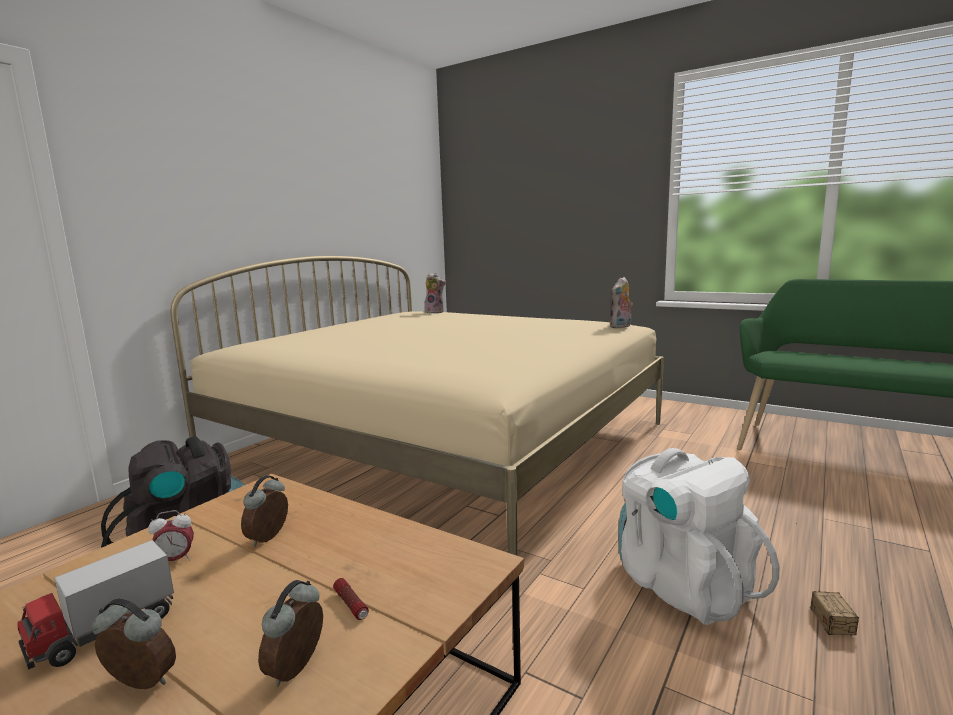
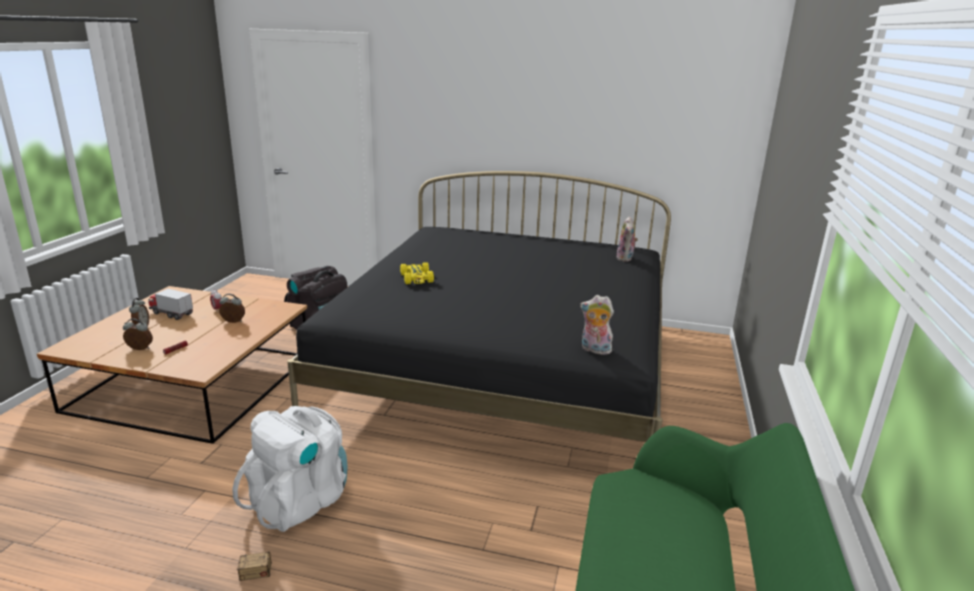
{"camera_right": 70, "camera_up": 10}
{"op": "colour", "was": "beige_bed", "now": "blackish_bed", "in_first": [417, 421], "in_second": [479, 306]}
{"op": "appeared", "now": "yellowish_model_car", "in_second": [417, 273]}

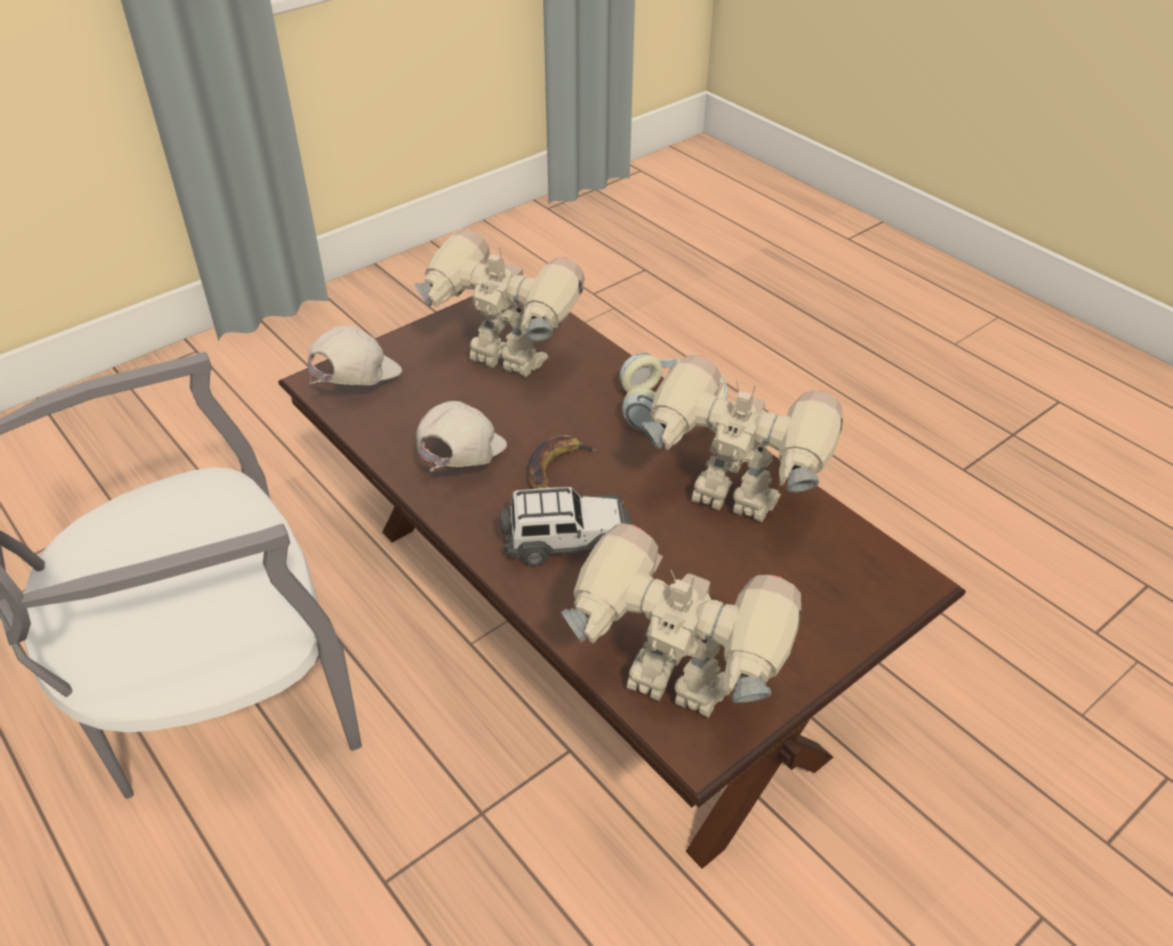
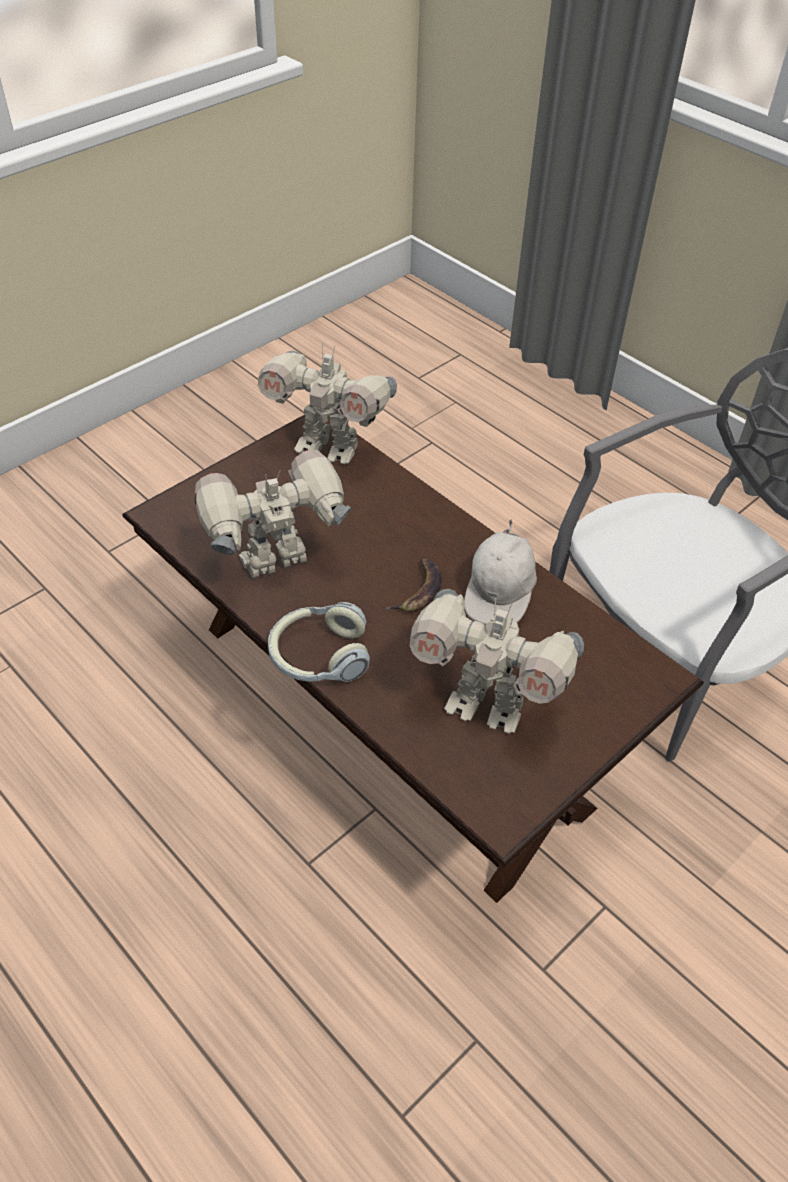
{"camera_right": 175, "camera_up": 5}
{"op": "missing", "was": "whitish_peaked_cap", "in_first": [355, 355]}
{"op": "missing", "was": "model_car", "in_first": [565, 527]}
{"op": "spun", "was": "toy_robot", "in_first": [742, 438], "in_second": [273, 514], "clockwise": 135}

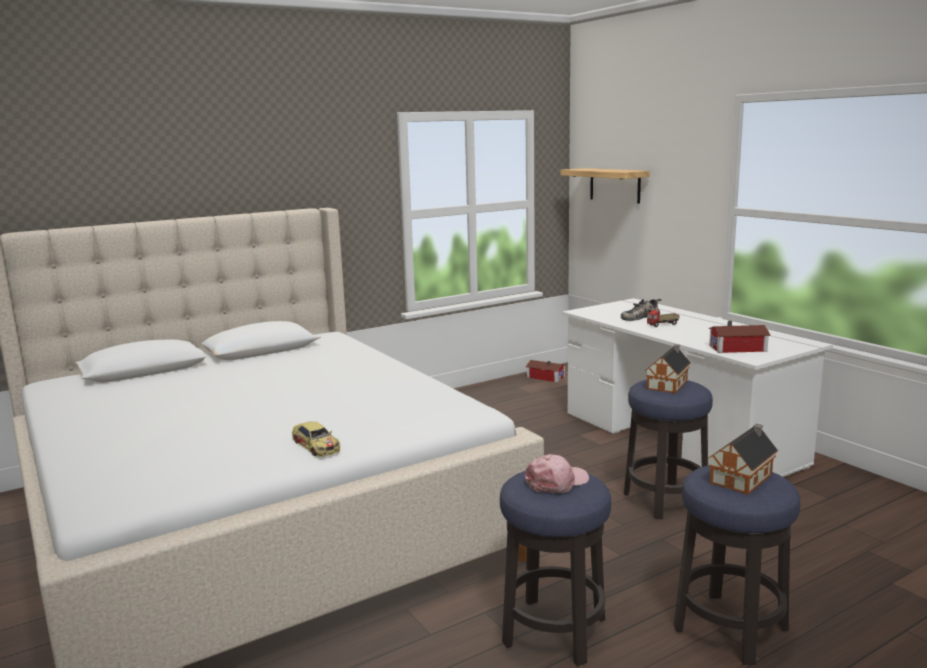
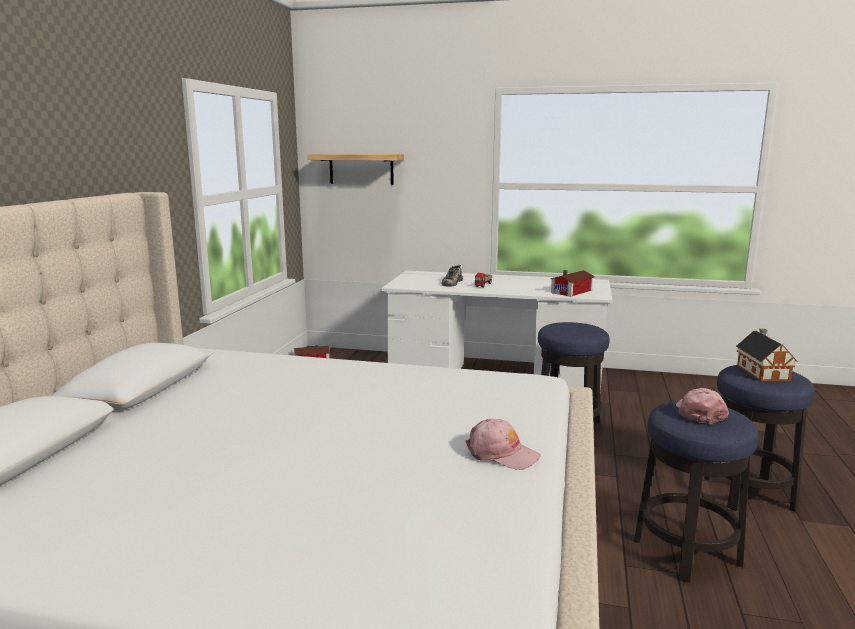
{"camera_right": -45, "camera_up": 0}
{"op": "exchanged", "was": "model_car", "now": "pink-coloured_peaked_cap", "in_first": [316, 439], "in_second": [503, 444]}
{"op": "missing", "was": "miniature_house", "in_first": [668, 368]}

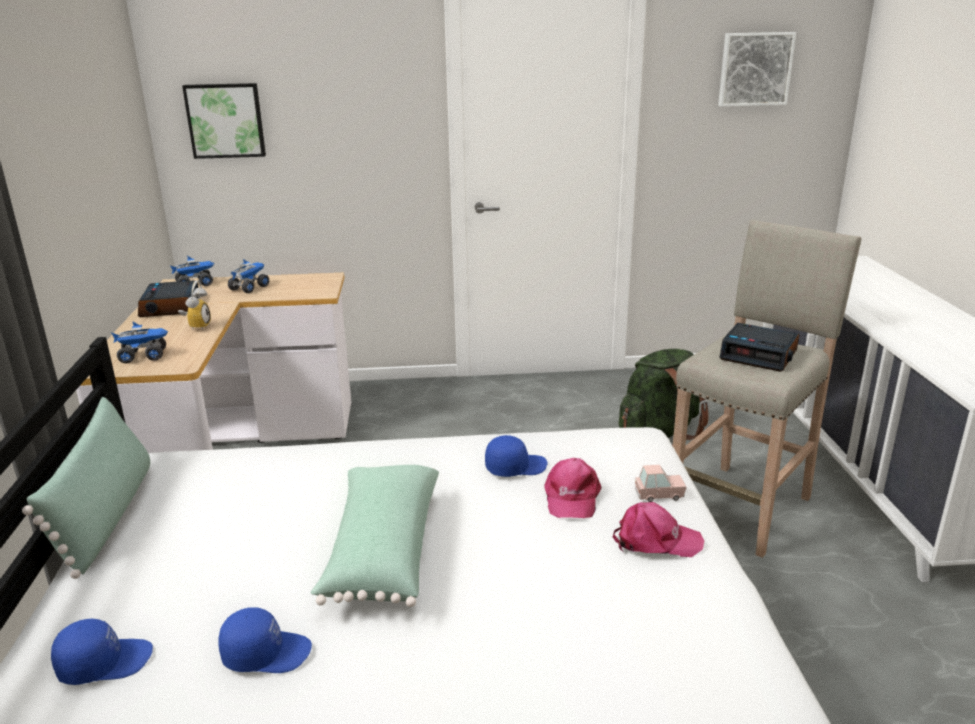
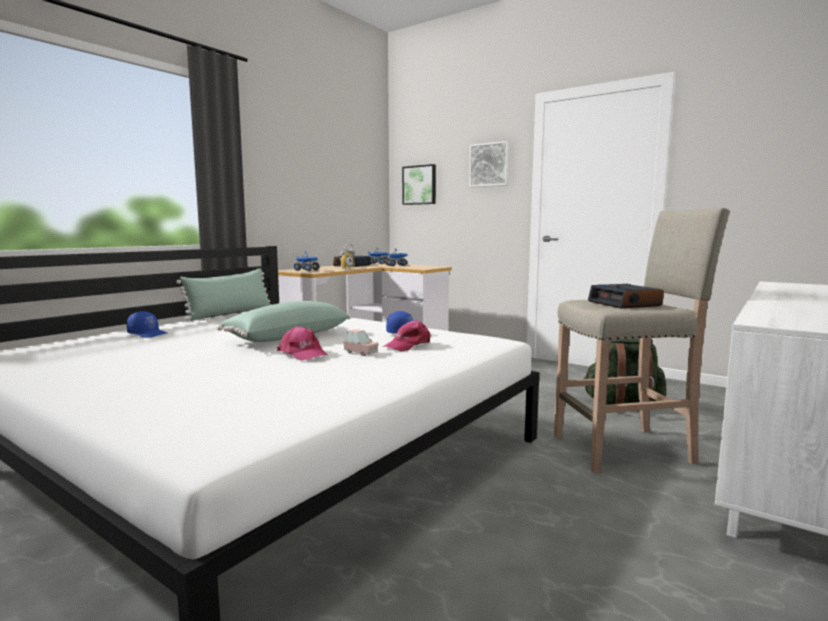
{"camera_right": 40, "camera_up": -15}
{"op": "missing", "was": "blue_peaked_cap", "in_first": [265, 640]}
{"op": "relocated", "was": "pink-coloured_peaked_cap", "in_first": [658, 529], "in_second": [302, 343]}
{"op": "relocated", "was": "pink-coloured_model_car", "in_first": [661, 483], "in_second": [361, 342]}
{"op": "relocated", "was": "picture", "in_first": [757, 69], "in_second": [489, 164]}

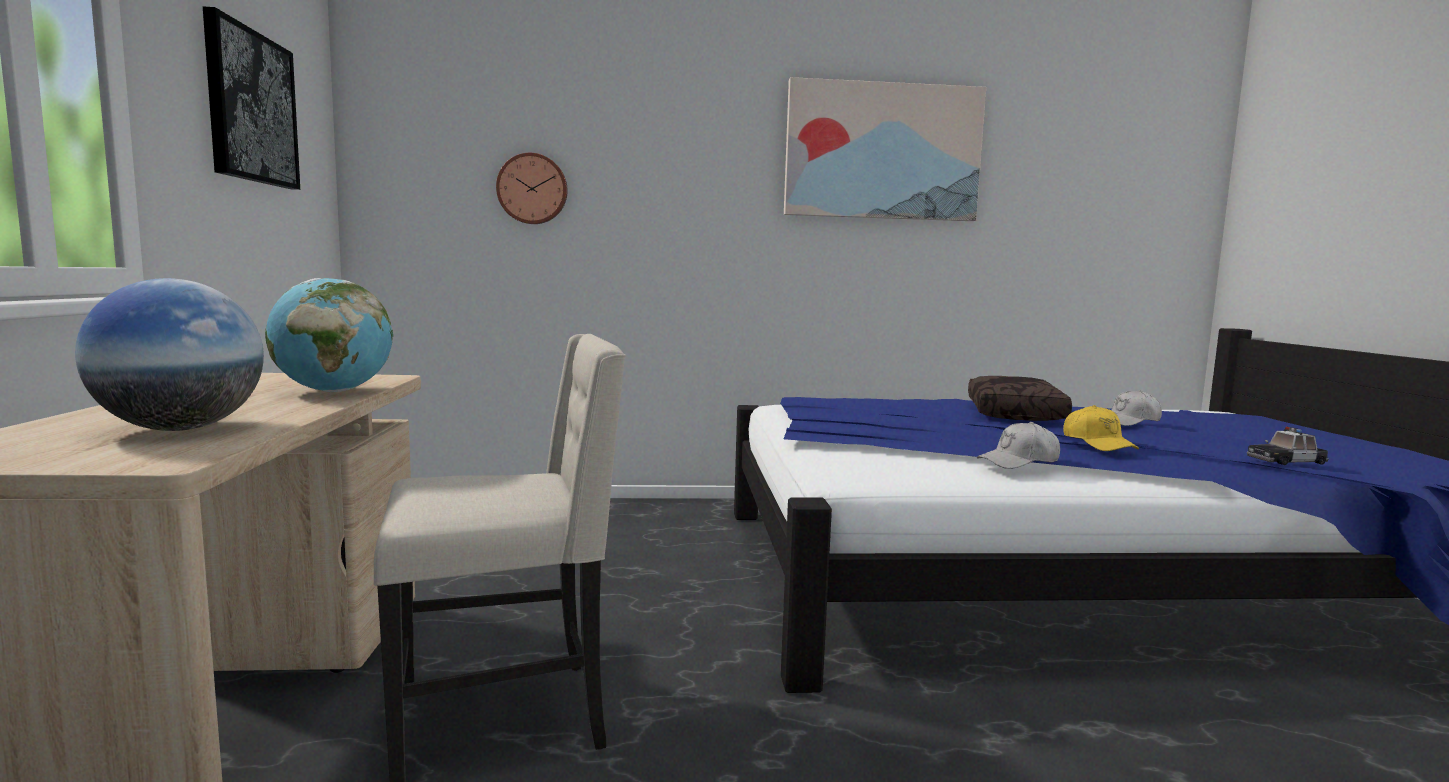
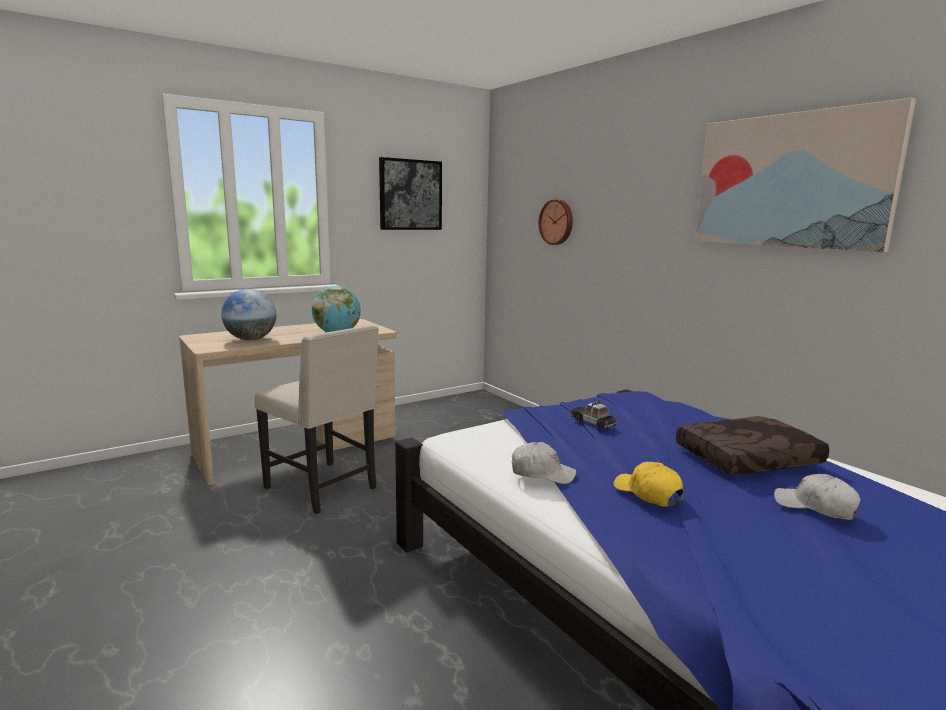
{"camera_right": 60, "camera_up": 5}
{"op": "spun", "was": "whitish_peaked_cap", "in_first": [1018, 445], "in_second": [544, 463], "clockwise": 150}
{"op": "spun", "was": "yellowish_peaked_cap", "in_first": [1101, 428], "in_second": [649, 484], "clockwise": 105}
{"op": "relocated", "was": "model_car", "in_first": [1288, 446], "in_second": [594, 415]}

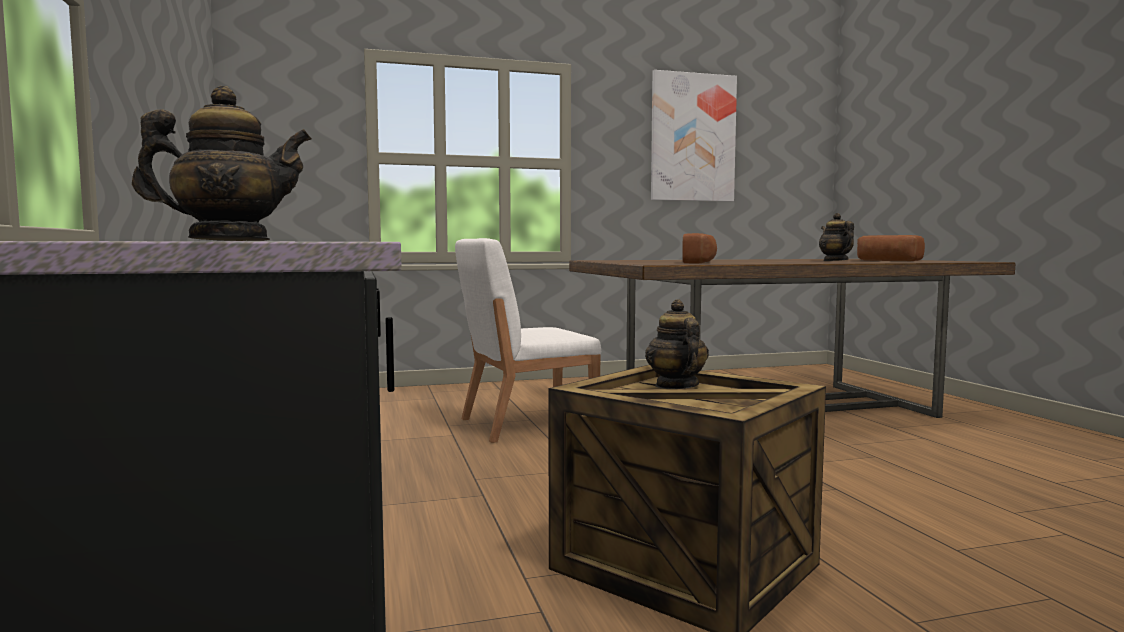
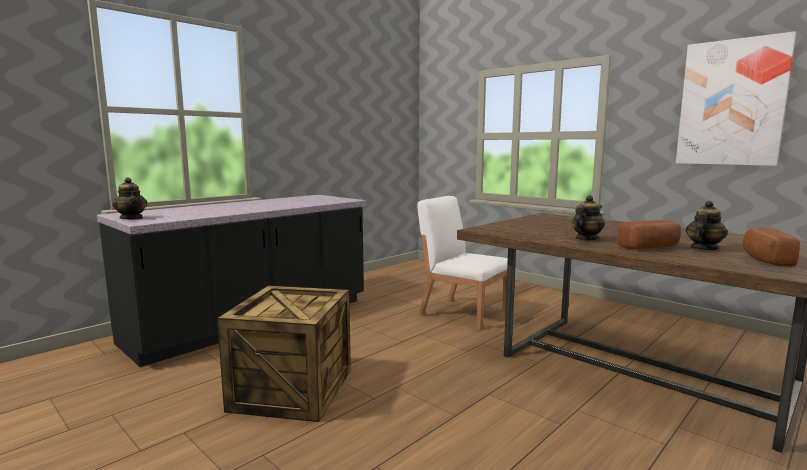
{"camera_right": 60, "camera_up": 5}
{"op": "relocated", "was": "tea_pot", "in_first": [677, 344], "in_second": [588, 217]}
{"op": "relocated", "was": "baked_bread", "in_first": [699, 248], "in_second": [649, 234]}

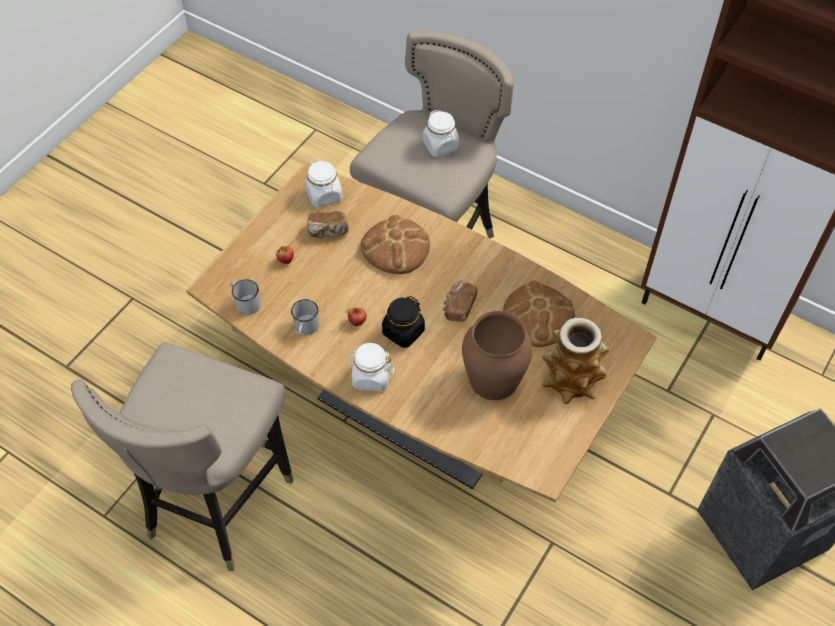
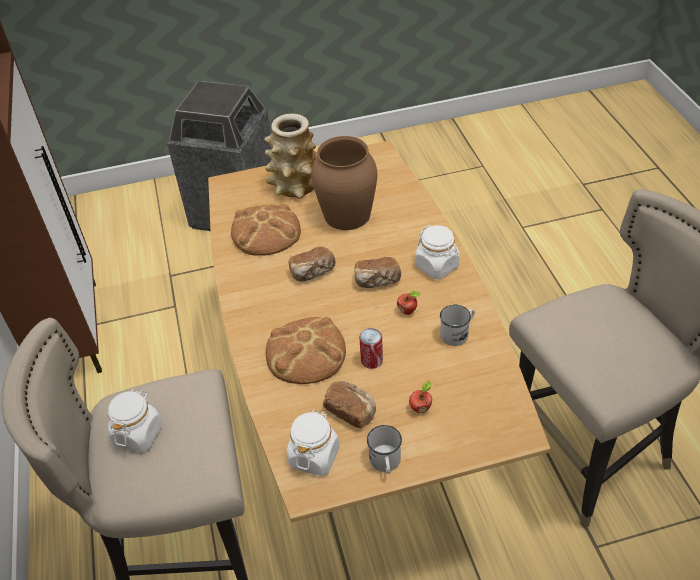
{"camera_right": -135, "camera_up": -10}
{"op": "relocated", "was": "whitish_mug", "in_first": [246, 297], "in_second": [384, 449]}
{"op": "exchanged", "was": "blackish_jar", "now": "baked_bread", "in_first": [403, 322], "in_second": [378, 272]}
{"op": "appeared", "now": "metal_can", "in_second": [371, 348]}

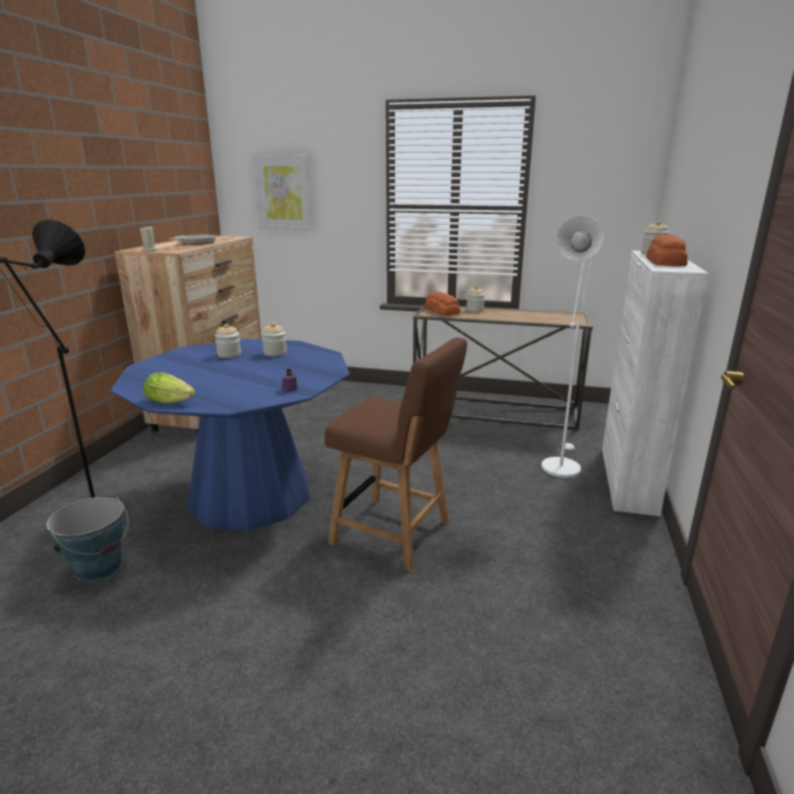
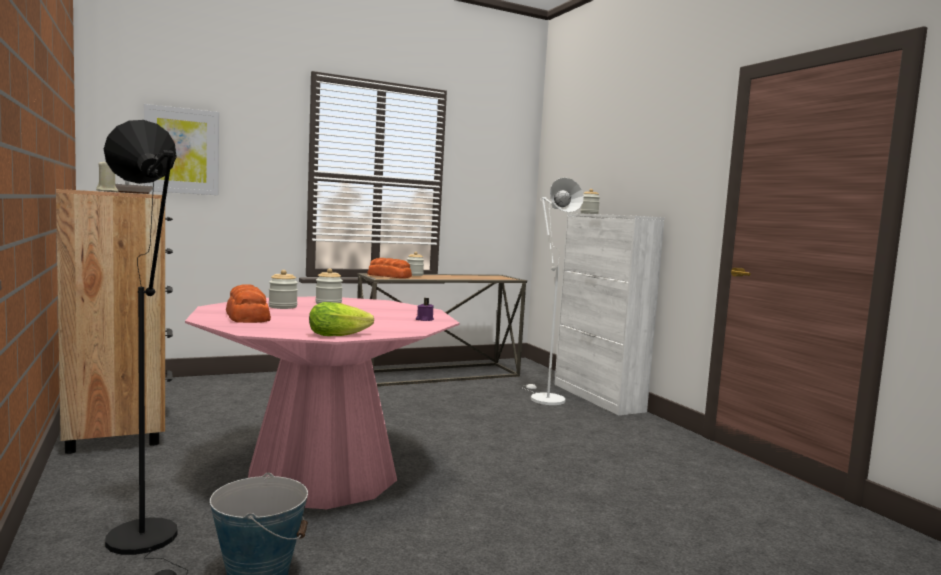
{"camera_right": -40, "camera_up": -15}
{"op": "colour", "was": "blue_dinner_table", "now": "pink-coloured_dinner_table", "in_first": [230, 435], "in_second": [322, 402]}
{"op": "missing", "was": "brown_upright_chair", "in_first": [396, 455]}
{"op": "relocated", "was": "baked_bread", "in_first": [667, 250], "in_second": [248, 303]}

